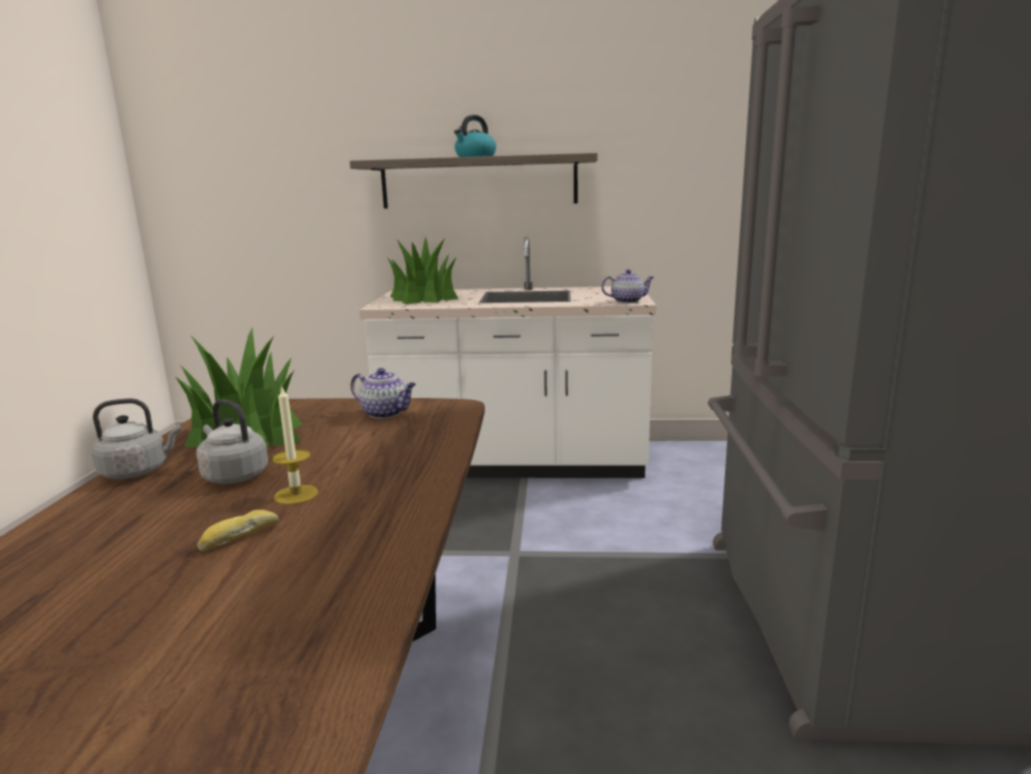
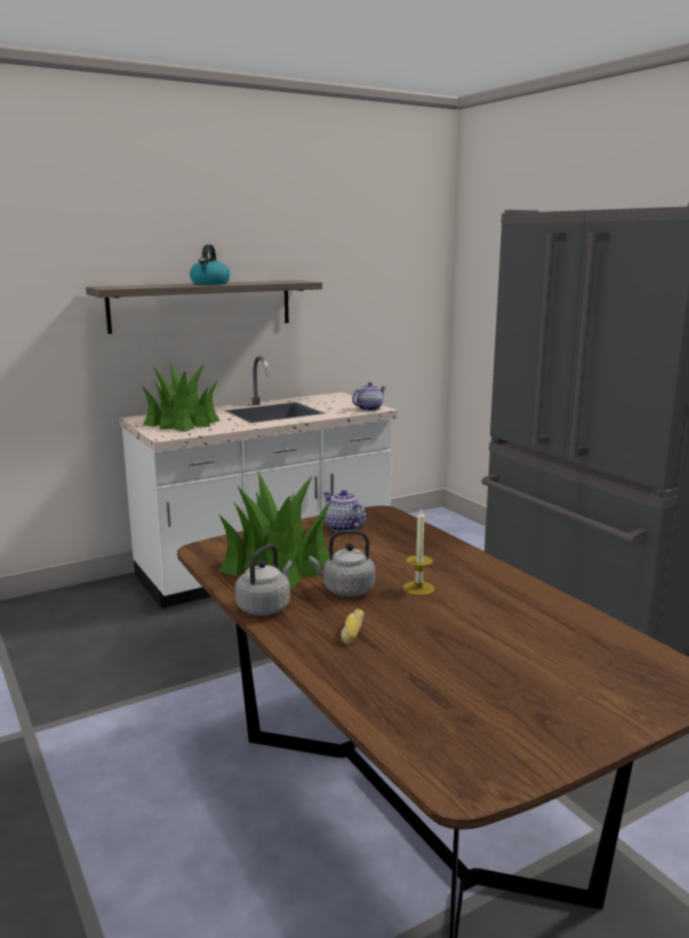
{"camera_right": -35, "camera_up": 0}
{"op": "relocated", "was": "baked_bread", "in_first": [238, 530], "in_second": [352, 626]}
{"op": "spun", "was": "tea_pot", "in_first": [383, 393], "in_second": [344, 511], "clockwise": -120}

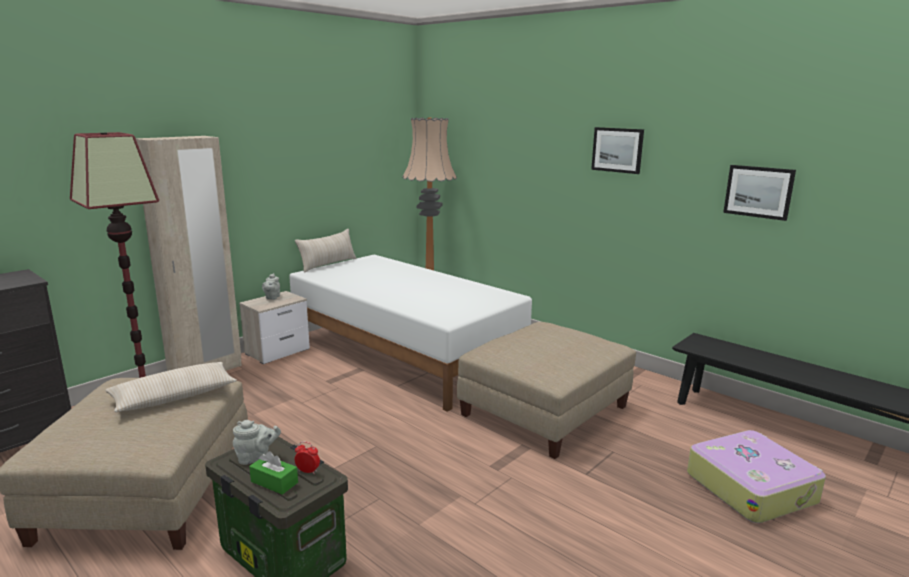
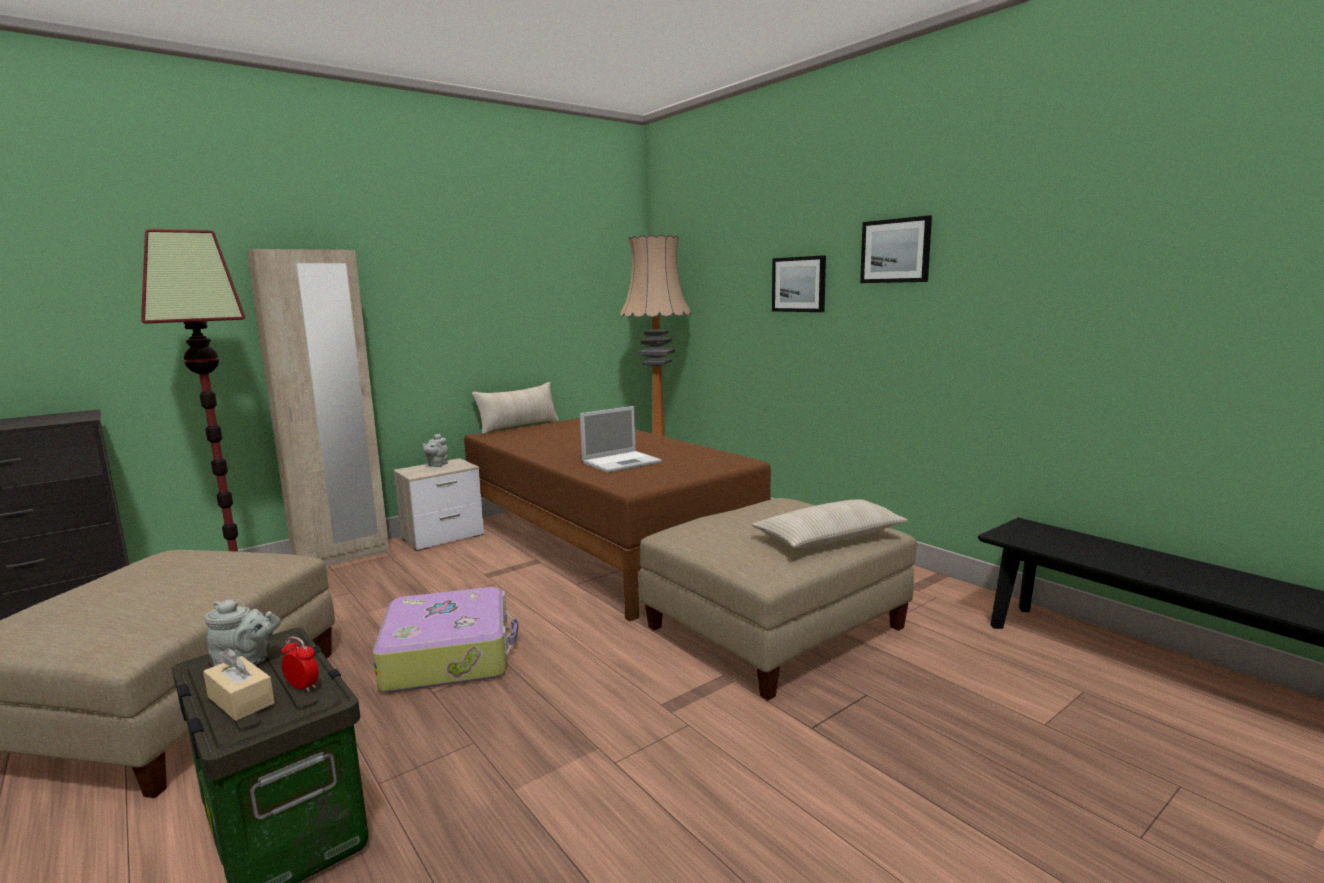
{"camera_right": 10, "camera_up": -5}
{"op": "relocated", "was": "beige_pillow", "in_first": [171, 387], "in_second": [829, 523]}
{"op": "colour", "was": "green-coloured_tissue_holder", "now": "beige_tissue_holder", "in_first": [273, 473], "in_second": [239, 684]}
{"op": "colour", "was": "whitish_bed", "now": "brown_bed", "in_first": [410, 333], "in_second": [617, 519]}
{"op": "relocated", "was": "suitcase", "in_first": [756, 476], "in_second": [446, 639]}
{"op": "relocated", "was": "picture", "in_first": [759, 193], "in_second": [799, 283]}
{"op": "appeared", "now": "notebook_computer", "in_second": [621, 439]}

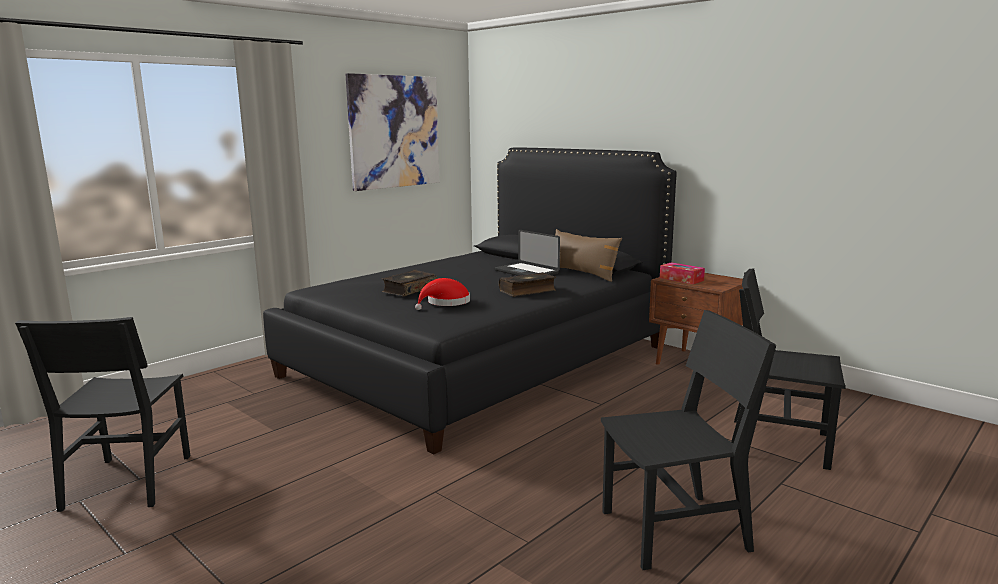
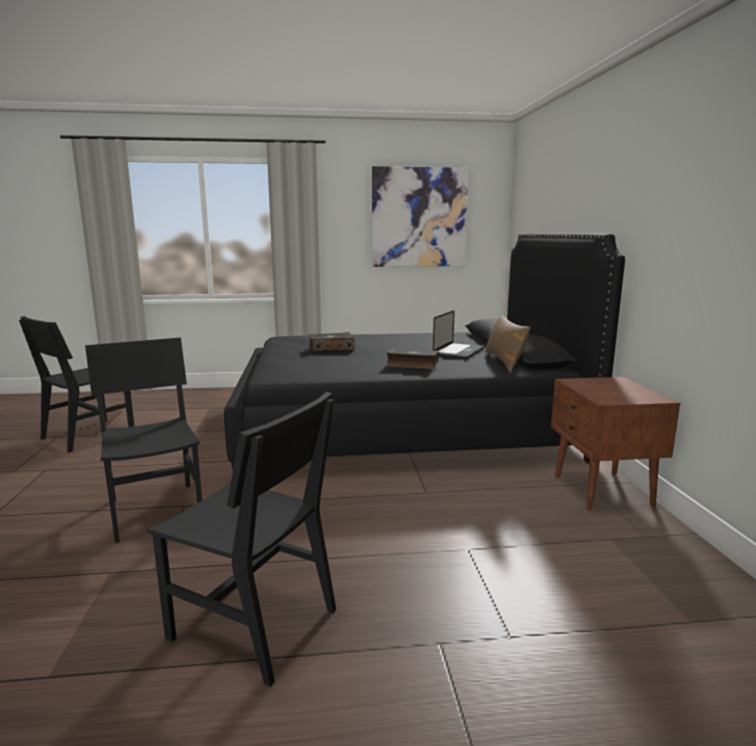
{"camera_right": 40, "camera_up": 0}
{"op": "missing", "was": "red-coloured_wearable_hat", "in_first": [442, 294]}
{"op": "spun", "was": "notebook_computer", "in_first": [527, 253], "in_second": [459, 334], "clockwise": -150}
{"op": "missing", "was": "tissue_holder", "in_first": [682, 273]}
{"op": "relocated", "was": "blackish_upright_chair", "in_first": [788, 369], "in_second": [143, 440]}

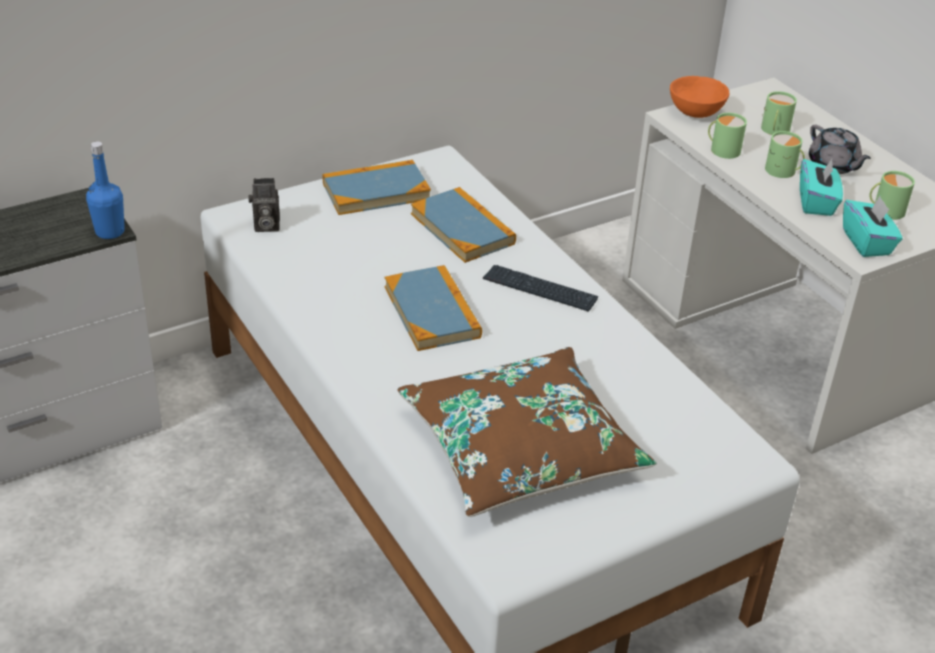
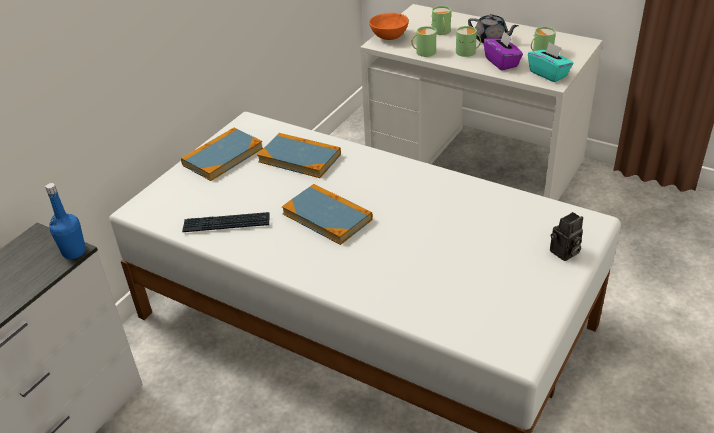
{"camera_right": -25, "camera_up": 0}
{"op": "relocated", "was": "still_camera", "in_first": [264, 205], "in_second": [566, 236]}
{"op": "missing", "was": "brown_pillow", "in_first": [526, 432]}
{"op": "relocated", "was": "PC_keyboard", "in_first": [540, 288], "in_second": [226, 222]}
{"op": "colour", "was": "turquoise_tissue_holder", "now": "purple_tissue_holder", "in_first": [821, 187], "in_second": [503, 50]}

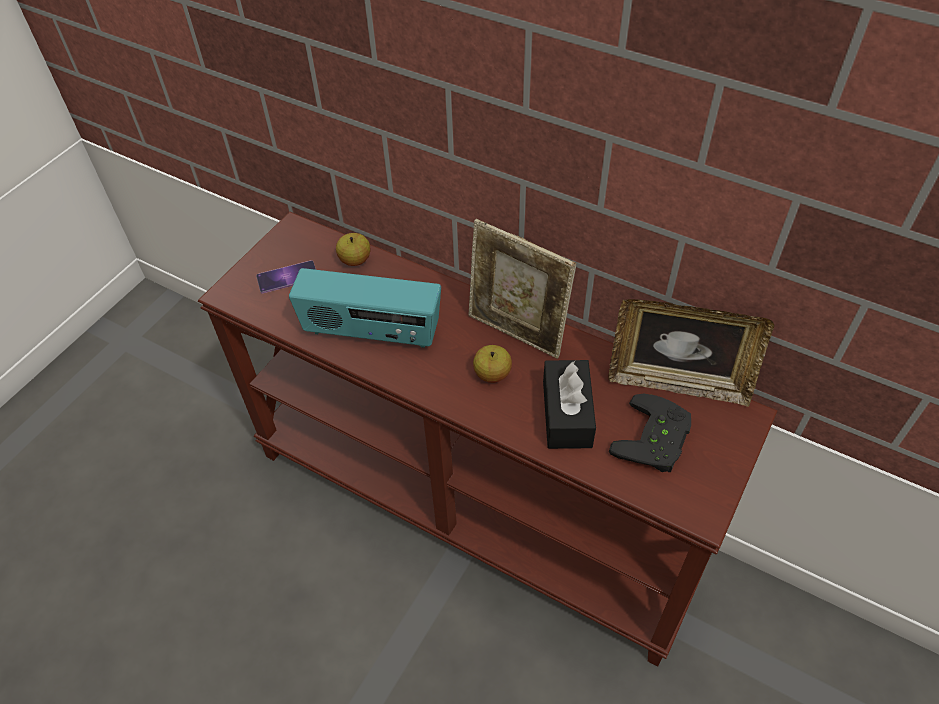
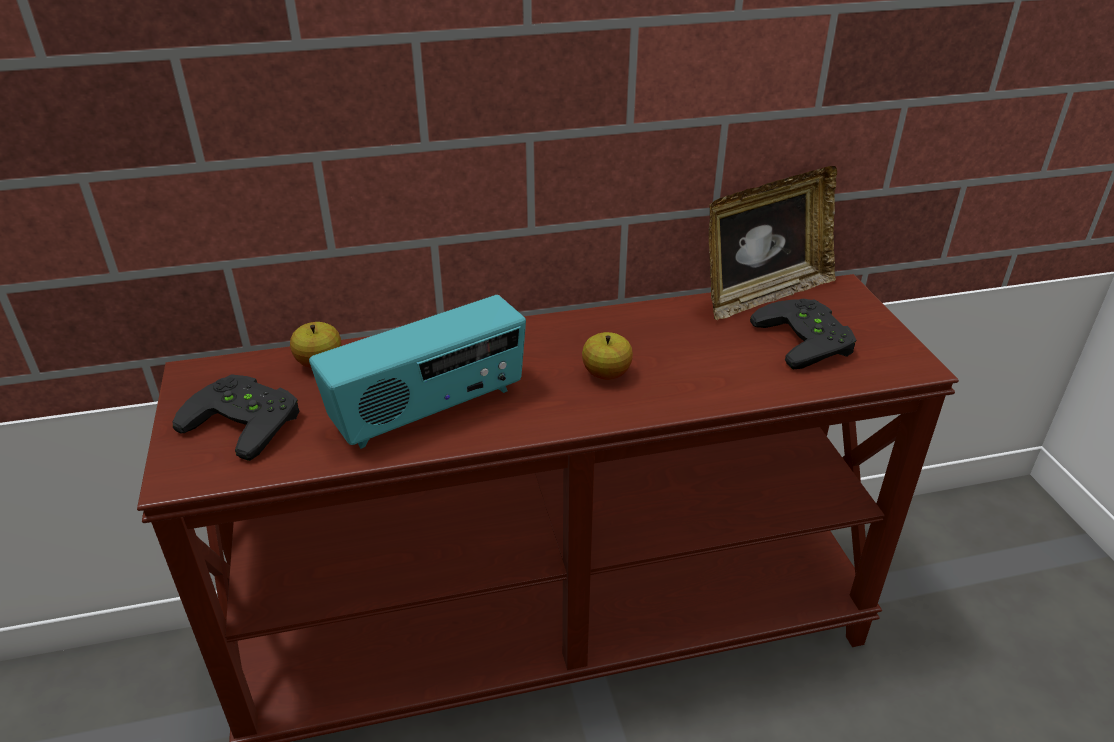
{"camera_right": -45, "camera_up": -15}
{"op": "exchanged", "was": "handset", "now": "blackish_game_controller", "in_first": [286, 277], "in_second": [236, 417]}
{"op": "missing", "was": "standing_frame", "in_first": [522, 289]}
{"op": "missing", "was": "blackish_tissue_holder", "in_first": [569, 404]}

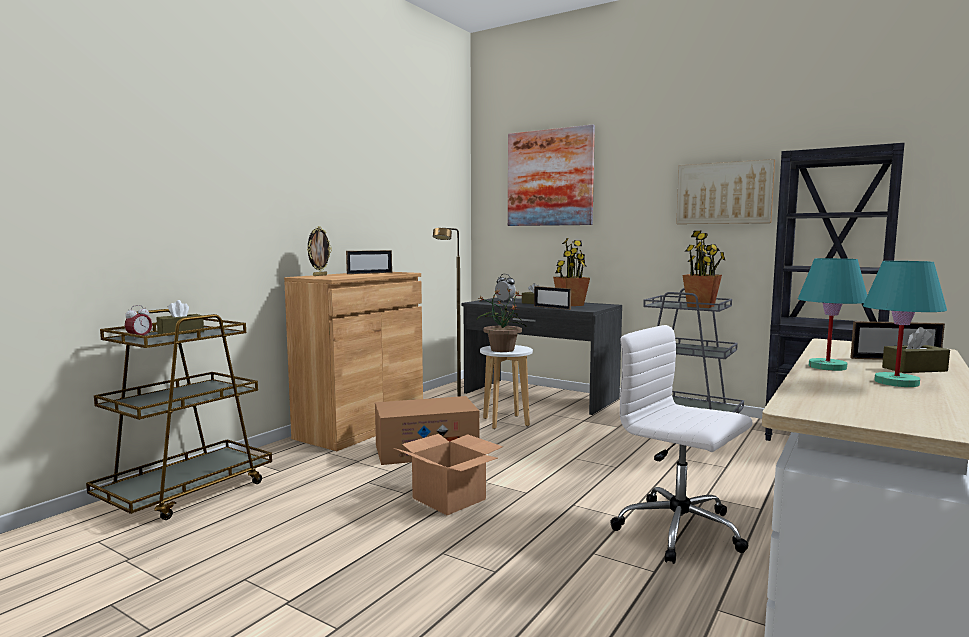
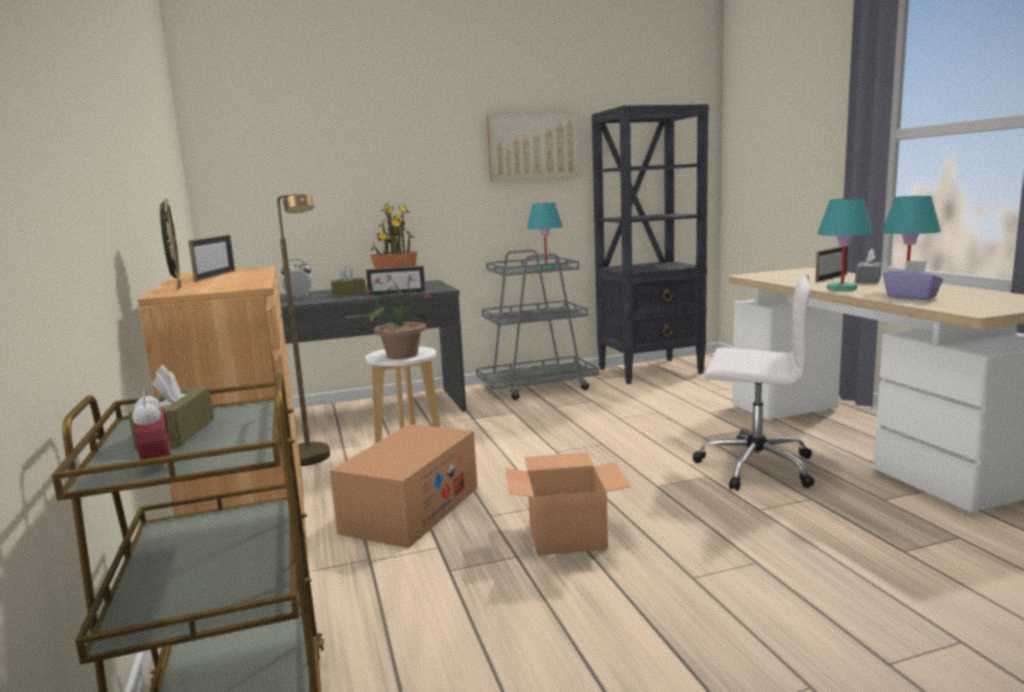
{"camera_right": -50, "camera_up": 5}
{"op": "missing", "was": "picture", "in_first": [551, 175]}
{"op": "spun", "was": "whitish_computer_chair", "in_first": [681, 444], "in_second": [754, 382], "clockwise": -150}
{"op": "exchanged", "was": "plant_in_a_pot", "now": "turquoise_table_lamp", "in_first": [703, 269], "in_second": [545, 236]}
{"op": "colour", "was": "brown_tissue_holder", "now": "grey_tissue_holder", "in_first": [916, 350], "in_second": [868, 266]}
{"op": "appeared", "now": "purple_tissue_holder", "in_second": [913, 280]}

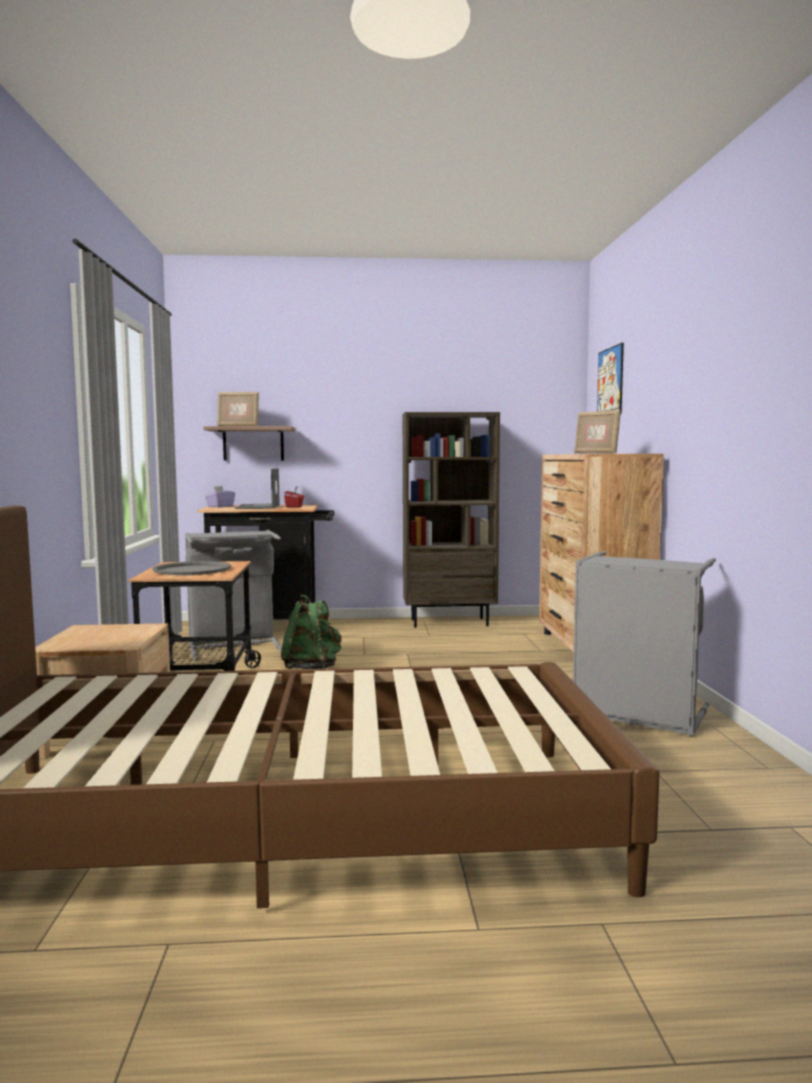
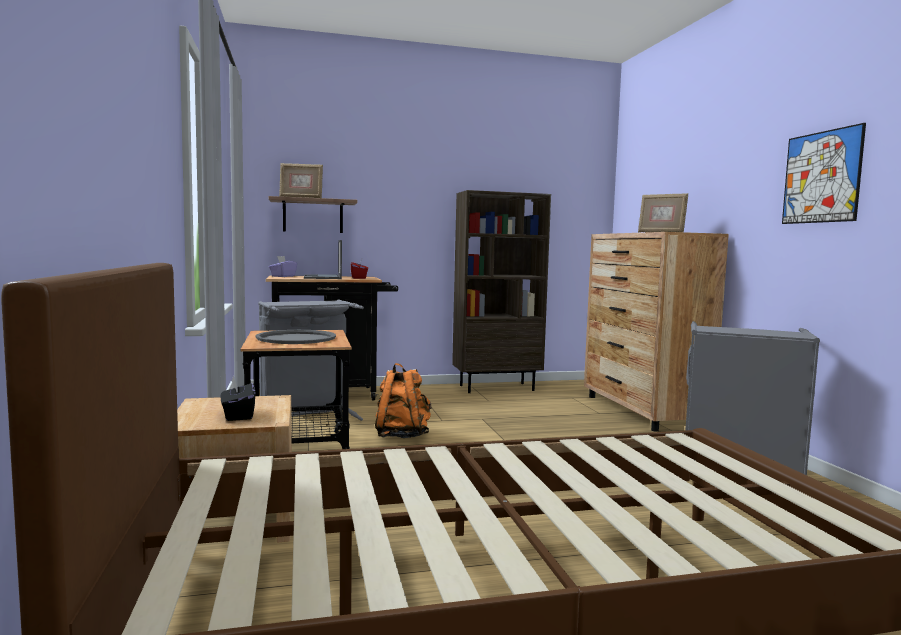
{"camera_right": -10, "camera_up": 0}
{"op": "colour", "was": "green-coloured_knapsack", "now": "orangey_knapsack", "in_first": [311, 632], "in_second": [403, 400]}
{"op": "relocated", "was": "picture", "in_first": [610, 378], "in_second": [824, 173]}
{"op": "appeared", "now": "blackish_tissue_holder", "in_second": [238, 398]}

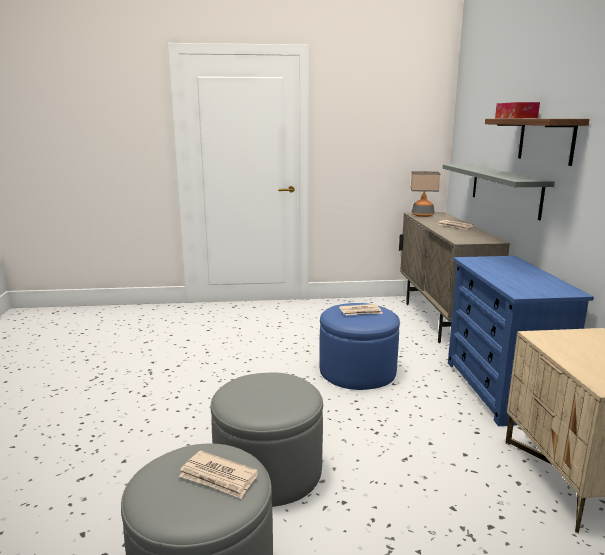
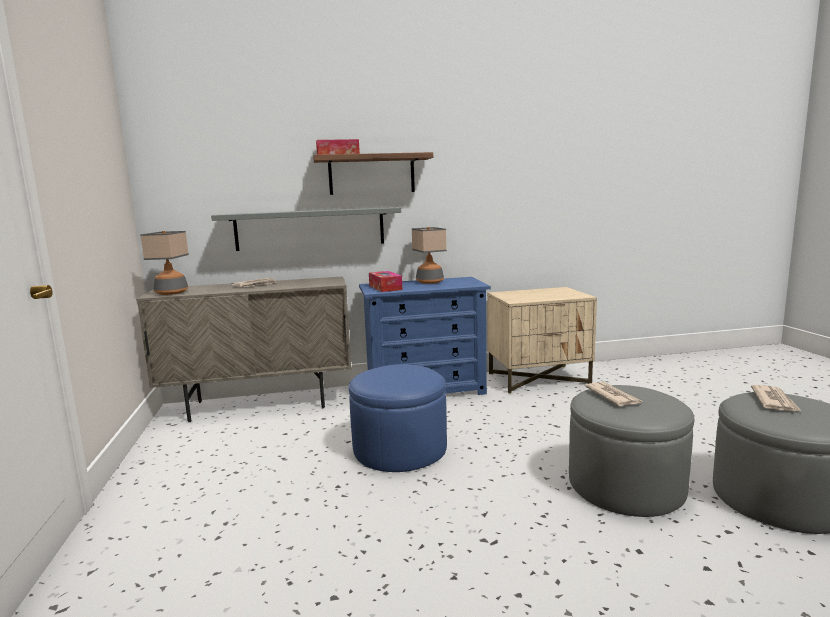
{"camera_right": -95, "camera_up": -5}
{"op": "relocated", "was": "daily_paper", "in_first": [361, 309], "in_second": [613, 394]}
{"op": "appeared", "now": "tissue_holder", "in_second": [386, 281]}
{"op": "appeared", "now": "table_lamp", "in_second": [429, 255]}

